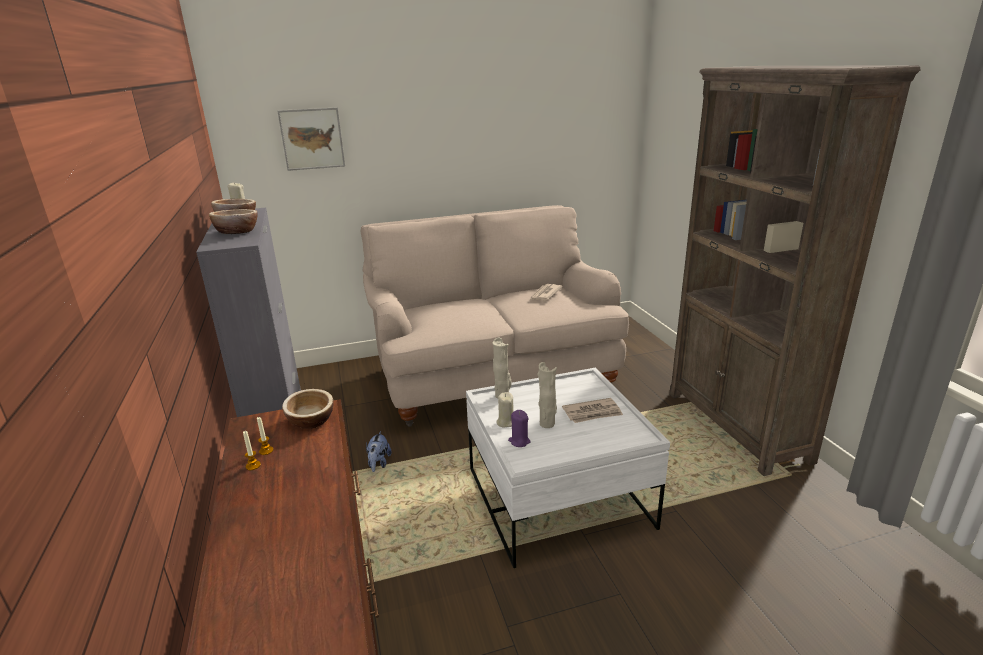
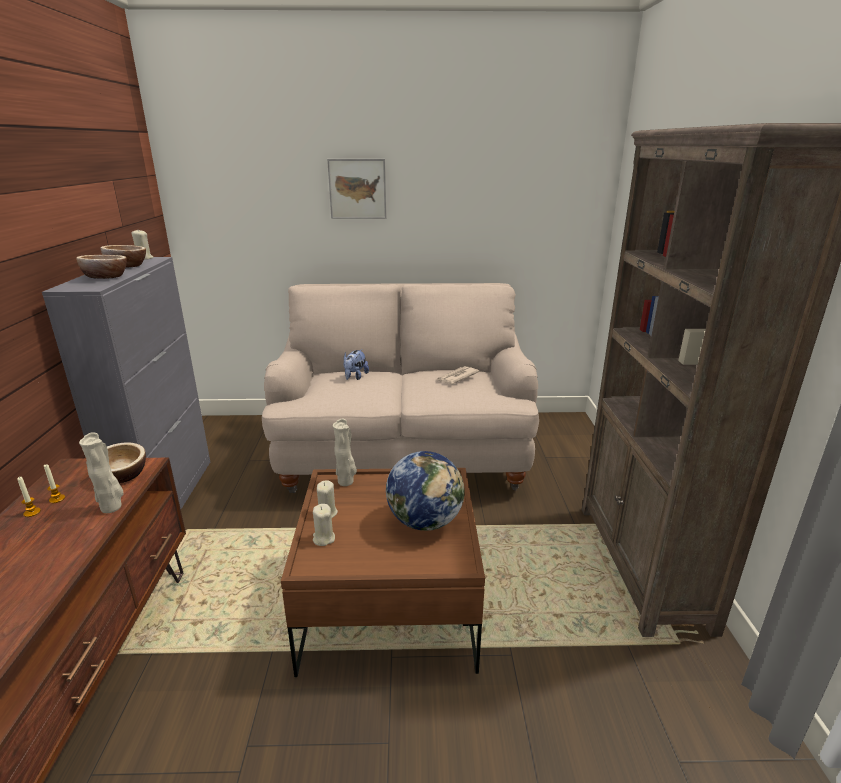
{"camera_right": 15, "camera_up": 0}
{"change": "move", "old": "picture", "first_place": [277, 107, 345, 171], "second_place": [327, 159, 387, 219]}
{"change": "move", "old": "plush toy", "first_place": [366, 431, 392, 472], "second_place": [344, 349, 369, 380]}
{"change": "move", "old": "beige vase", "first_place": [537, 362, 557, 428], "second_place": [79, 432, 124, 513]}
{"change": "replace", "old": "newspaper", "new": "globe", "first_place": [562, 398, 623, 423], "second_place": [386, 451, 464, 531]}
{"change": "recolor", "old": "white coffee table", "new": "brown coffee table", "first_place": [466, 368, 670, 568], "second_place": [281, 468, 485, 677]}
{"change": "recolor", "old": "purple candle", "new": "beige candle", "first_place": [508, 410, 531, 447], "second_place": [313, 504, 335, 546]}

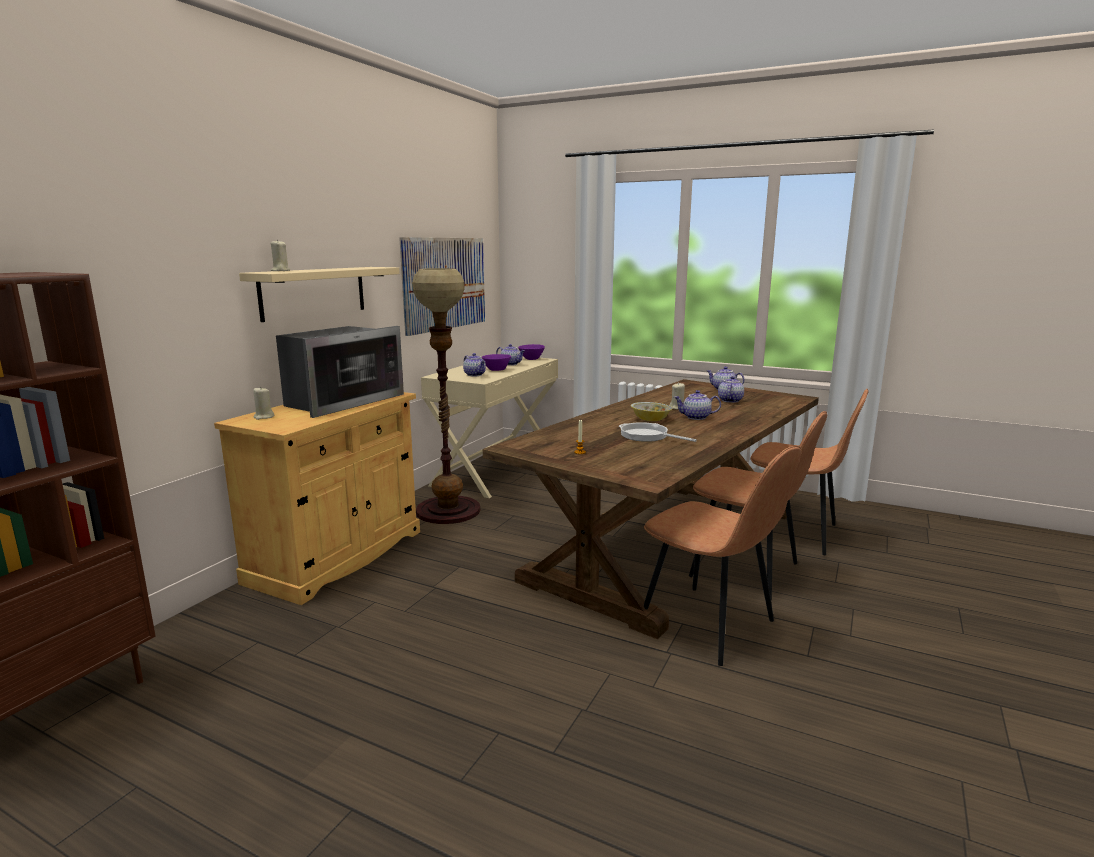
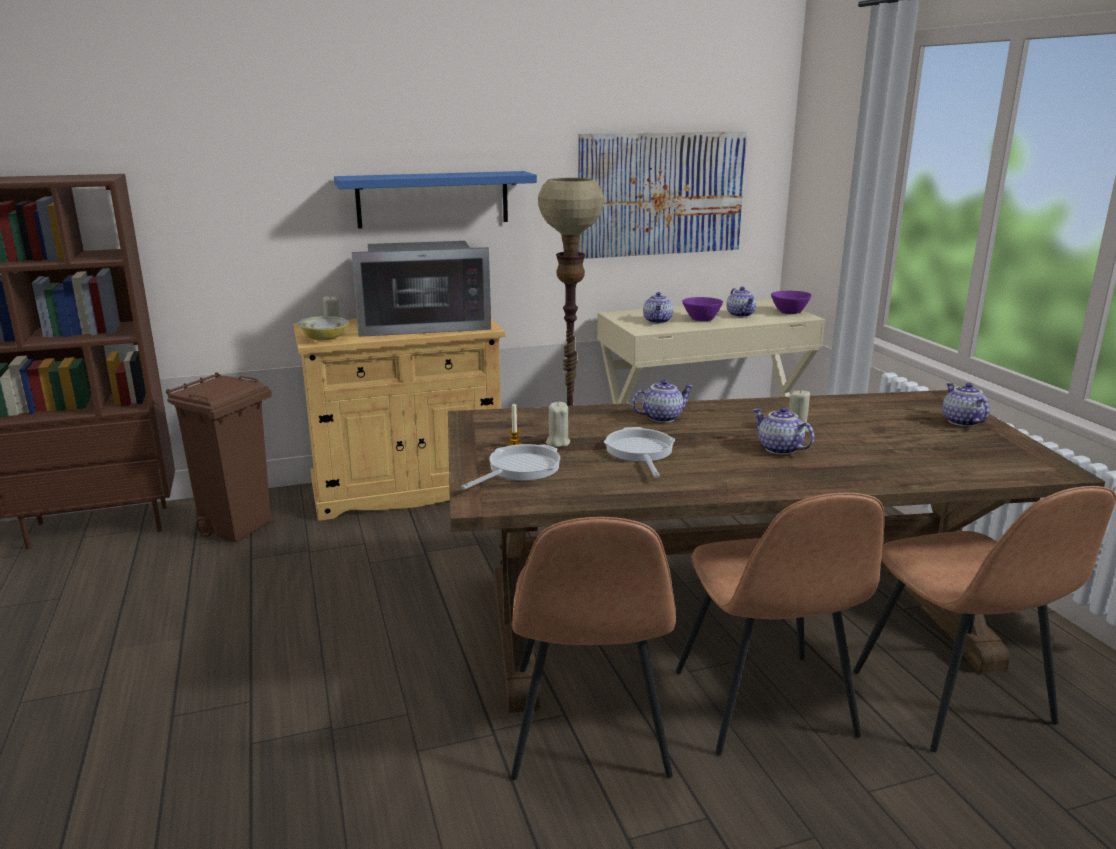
{"camera_right": 45, "camera_up": 5}
{"change": "insert", "new": "brown trash can", "second_place": [166, 373, 272, 542]}
{"change": "insert", "new": "frying pan", "second_place": [461, 444, 560, 490]}
{"change": "move", "old": "beige candle", "first_place": [271, 239, 290, 271], "second_place": [546, 402, 570, 447]}
{"change": "move", "old": "bowl", "first_place": [631, 402, 672, 421], "second_place": [297, 316, 349, 340]}
{"change": "move", "old": "teapot", "first_place": [718, 376, 744, 403], "second_place": [632, 379, 694, 423]}
{"change": "recolor", "old": "beige shelf", "new": "blue shelf", "first_place": [239, 267, 400, 322], "second_place": [334, 171, 537, 229]}

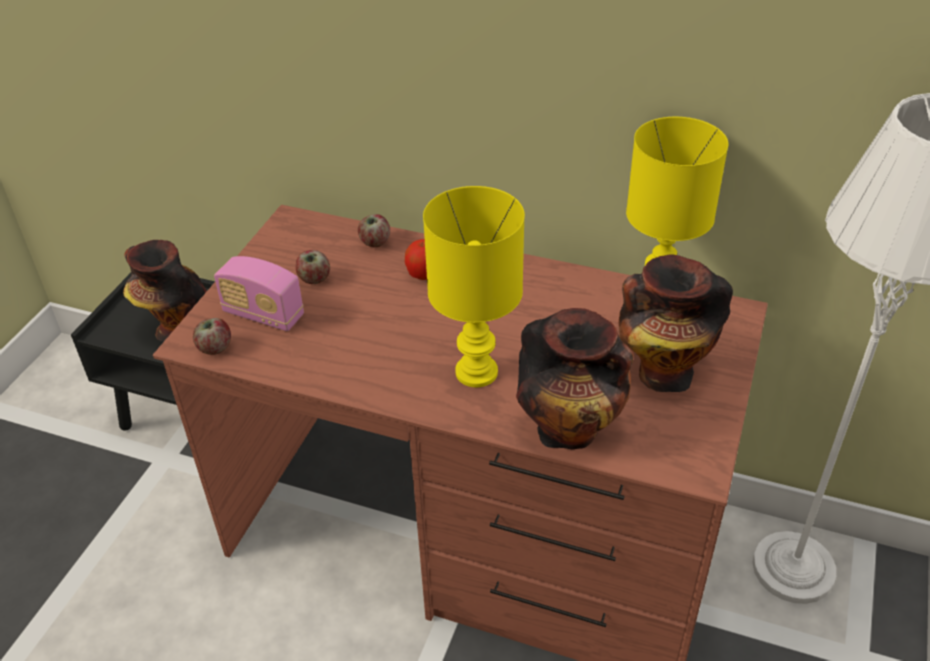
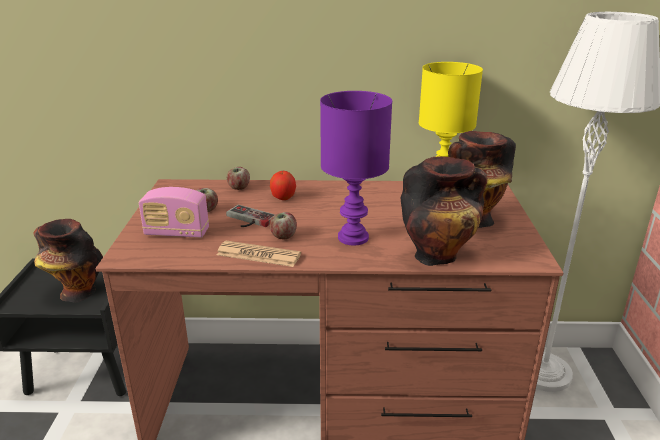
{"camera_right": -20, "camera_up": -15}
{"change": "insert", "new": "newspaper", "second_place": [217, 241, 301, 267]}
{"change": "insert", "new": "game controller", "second_place": [226, 205, 275, 227]}
{"change": "move", "old": "apple", "first_place": [193, 318, 231, 355], "second_place": [269, 212, 297, 240]}
{"change": "recolor", "old": "yellow table lamp", "new": "purple table lamp", "first_place": [423, 186, 525, 387], "second_place": [320, 91, 392, 246]}

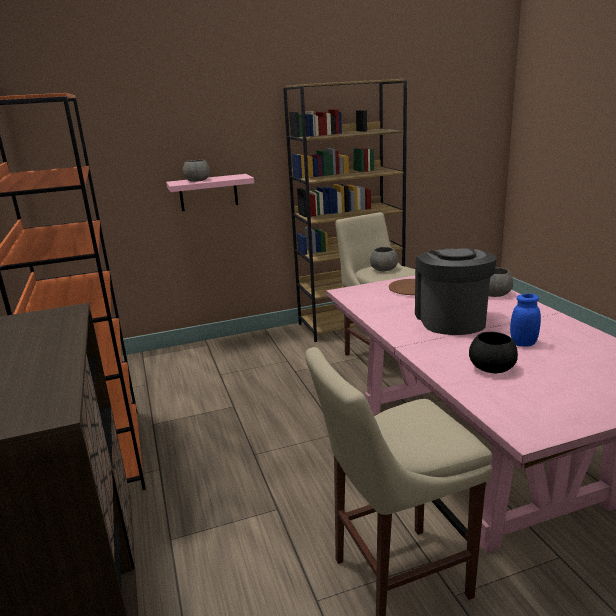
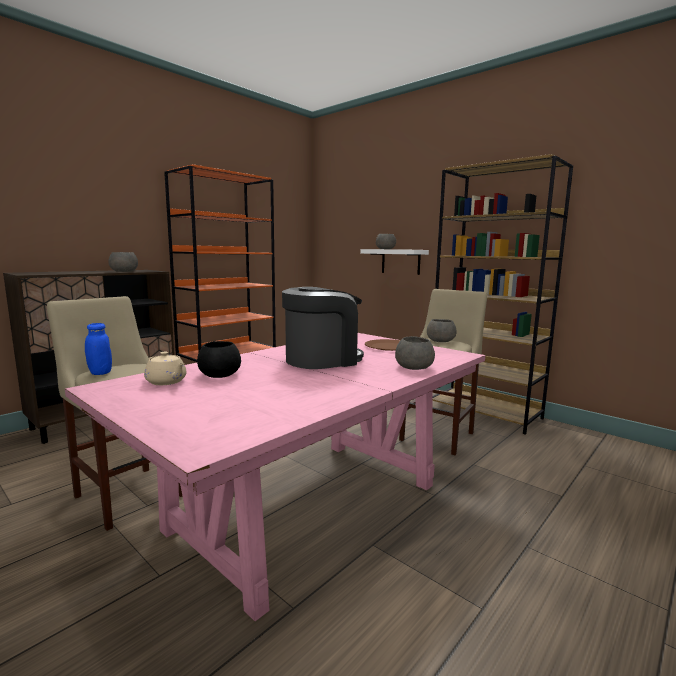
{"camera_right": 60, "camera_up": -10}
{"change": "insert", "new": "grey bowl", "second_place": [108, 252, 138, 272]}
{"change": "insert", "new": "beige teapot", "second_place": [144, 351, 187, 385]}
{"change": "move", "old": "blue jar", "first_place": [510, 294, 541, 347], "second_place": [85, 323, 112, 375]}
{"change": "recolor", "old": "pink shelf", "new": "white shelf", "first_place": [166, 174, 254, 211], "second_place": [360, 249, 429, 275]}

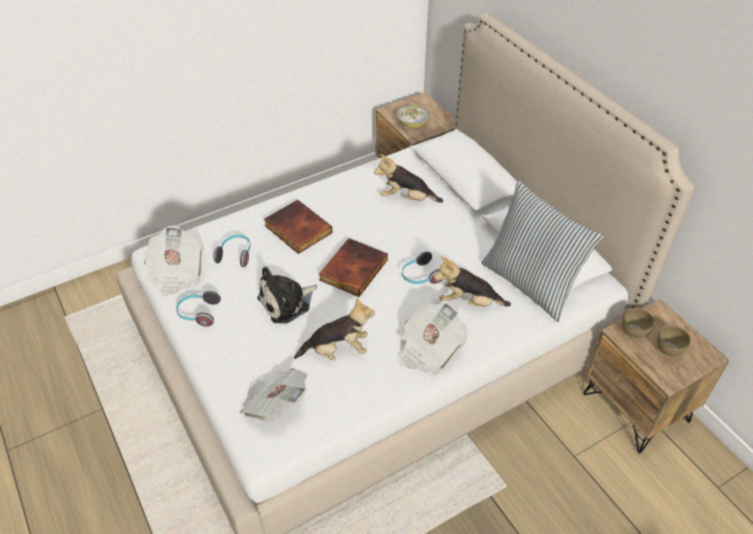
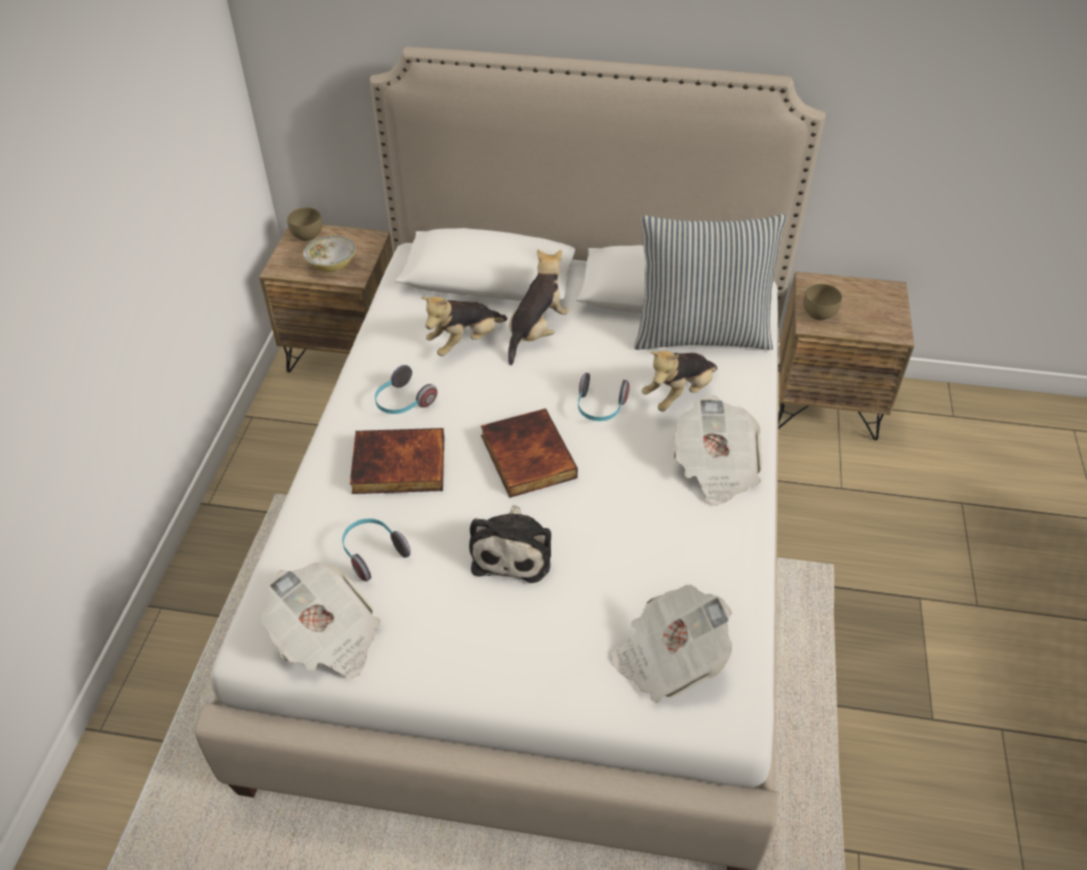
{"camera_right": -50, "camera_up": 0}
{"change": "move", "old": "headphones", "first_place": [176, 291, 221, 327], "second_place": [375, 365, 438, 414]}
{"change": "move", "old": "plush toy", "first_place": [294, 297, 375, 360], "second_place": [508, 249, 569, 365]}
{"change": "move", "old": "brown bowl", "first_place": [657, 326, 690, 357], "second_place": [287, 207, 322, 241]}

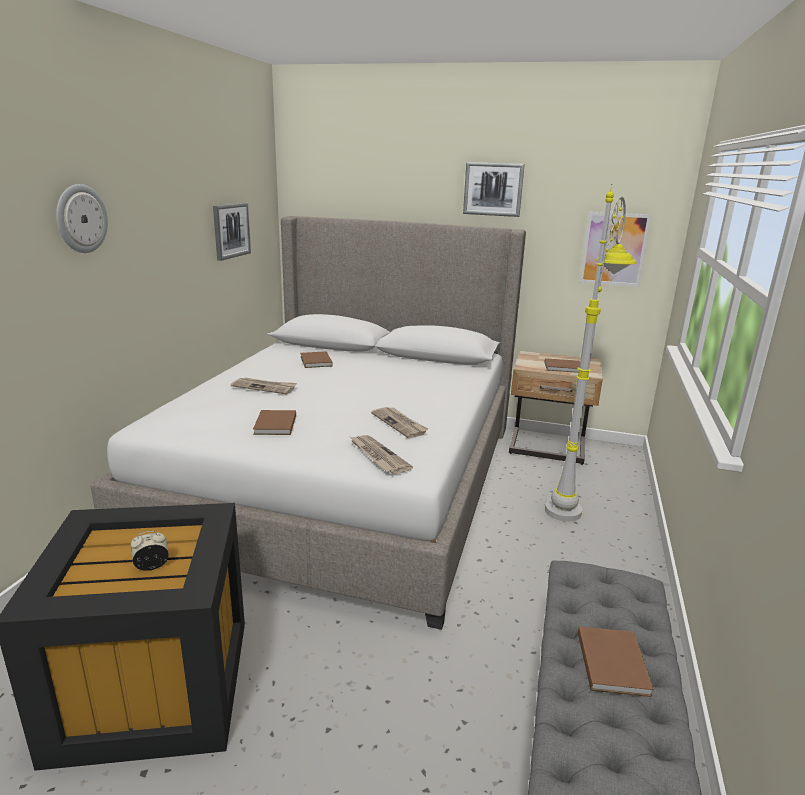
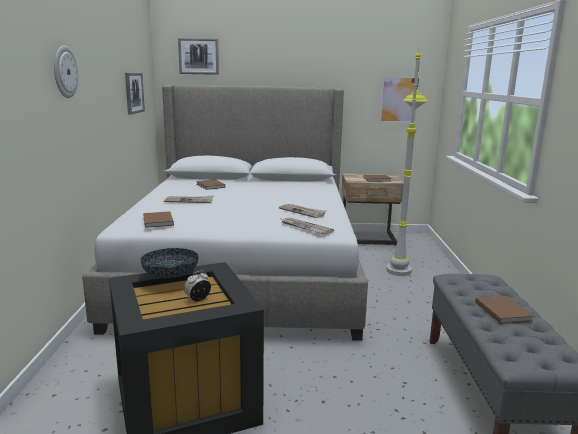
{"camera_right": -15, "camera_up": -5}
{"change": "insert", "new": "bowl", "second_place": [141, 248, 198, 278]}
{"change": "move", "old": "brown book", "first_place": [253, 410, 296, 435], "second_place": [143, 211, 174, 228]}
{"change": "move", "old": "picture", "first_place": [463, 162, 525, 217], "second_place": [178, 38, 219, 75]}

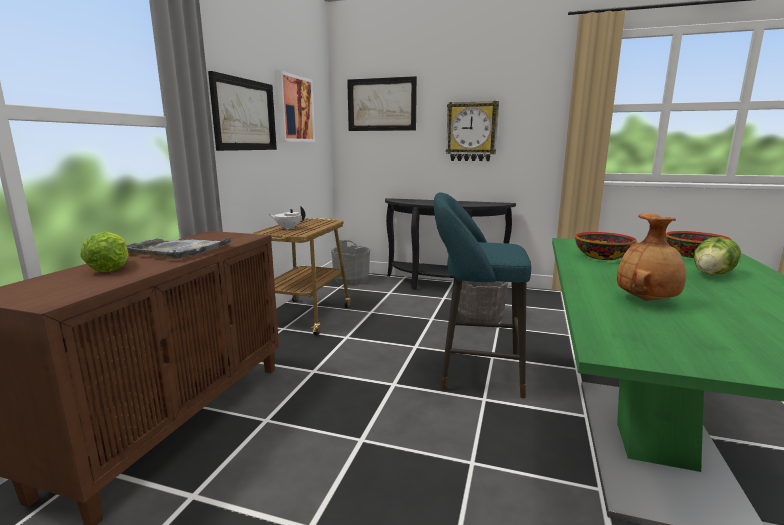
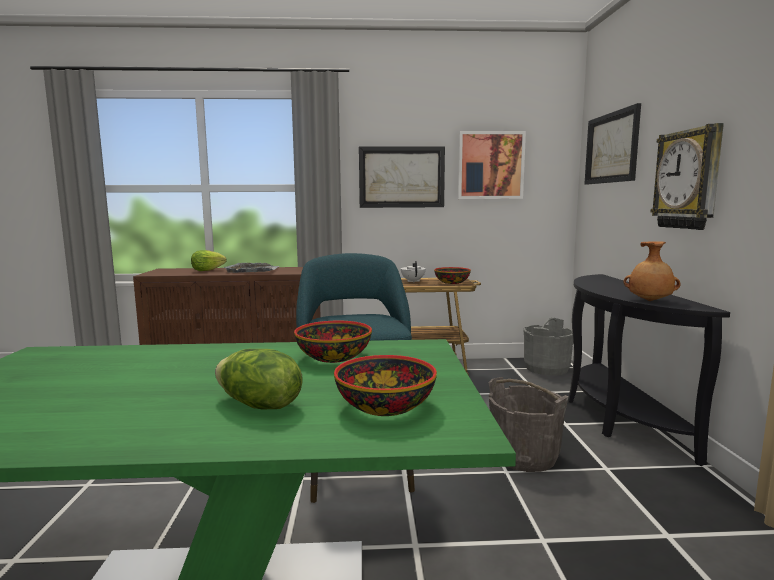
{"camera_right": 70, "camera_up": -5}
{"change": "insert", "new": "bowl", "second_place": [434, 267, 471, 284]}
{"change": "move", "old": "brown vase", "first_place": [617, 213, 686, 301], "second_place": [623, 241, 681, 301]}

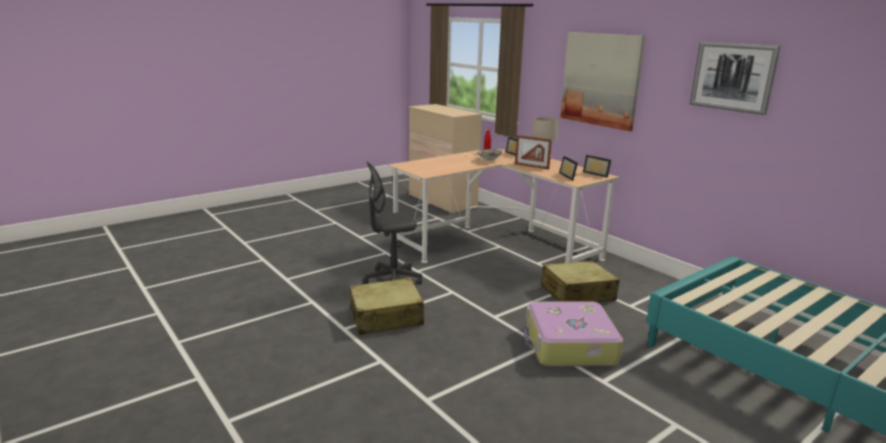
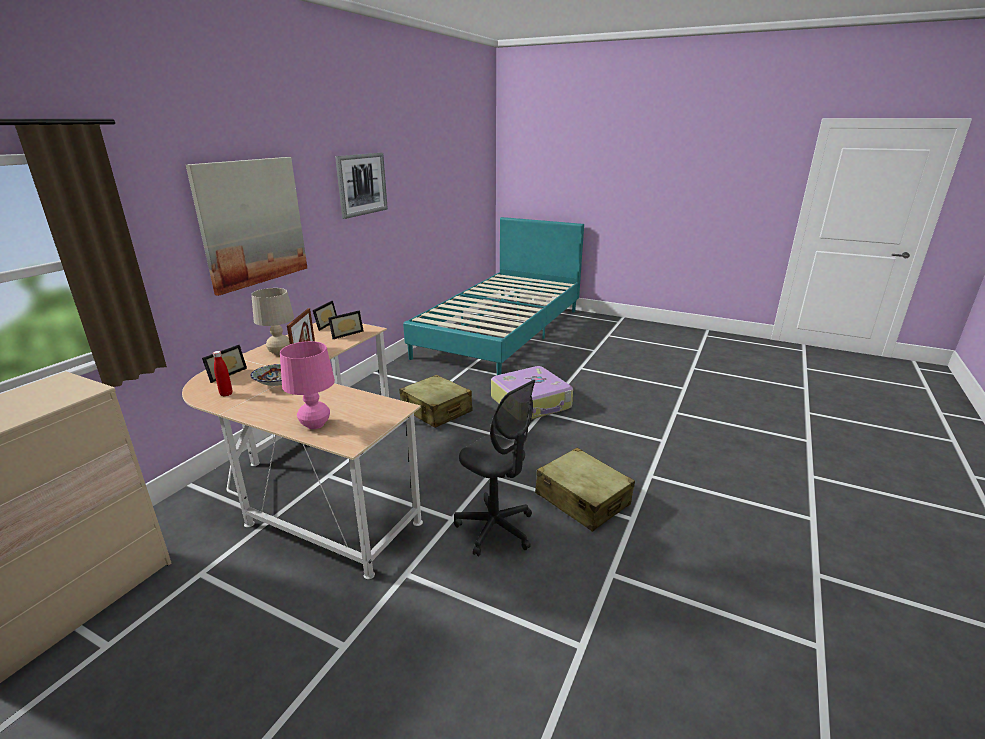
{"camera_right": -115, "camera_up": 5}
{"change": "insert", "new": "pink table lamp", "second_place": [280, 341, 335, 429]}

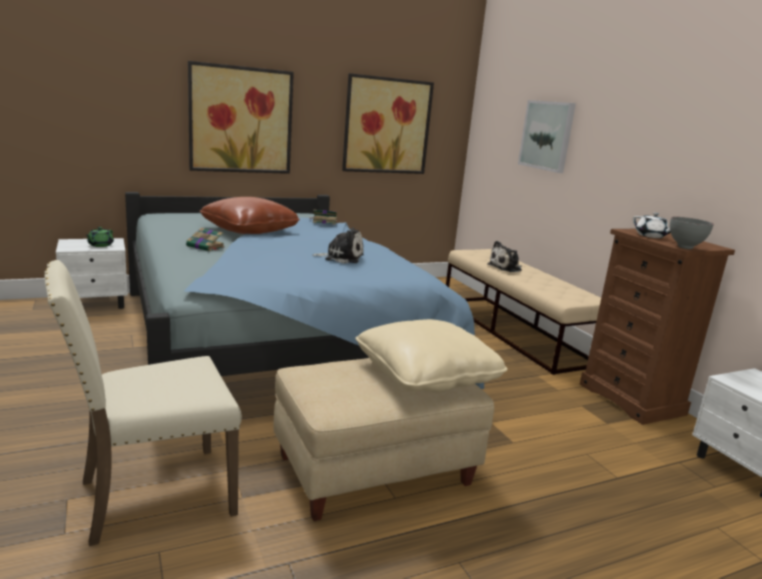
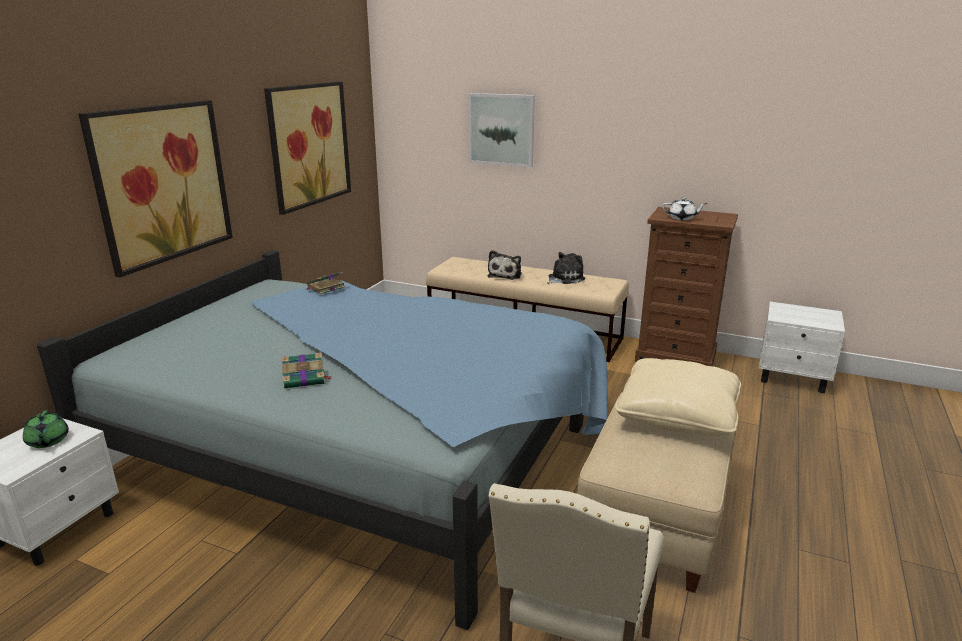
{"camera_right": -40, "camera_up": 5}
{"change": "delete", "old": "brown pillow", "first_place": [200, 197, 300, 234]}
{"change": "delete", "old": "grey bowl", "first_place": [670, 217, 714, 249]}
{"change": "move", "old": "plush toy", "first_place": [312, 227, 364, 264], "second_place": [547, 252, 585, 284]}

